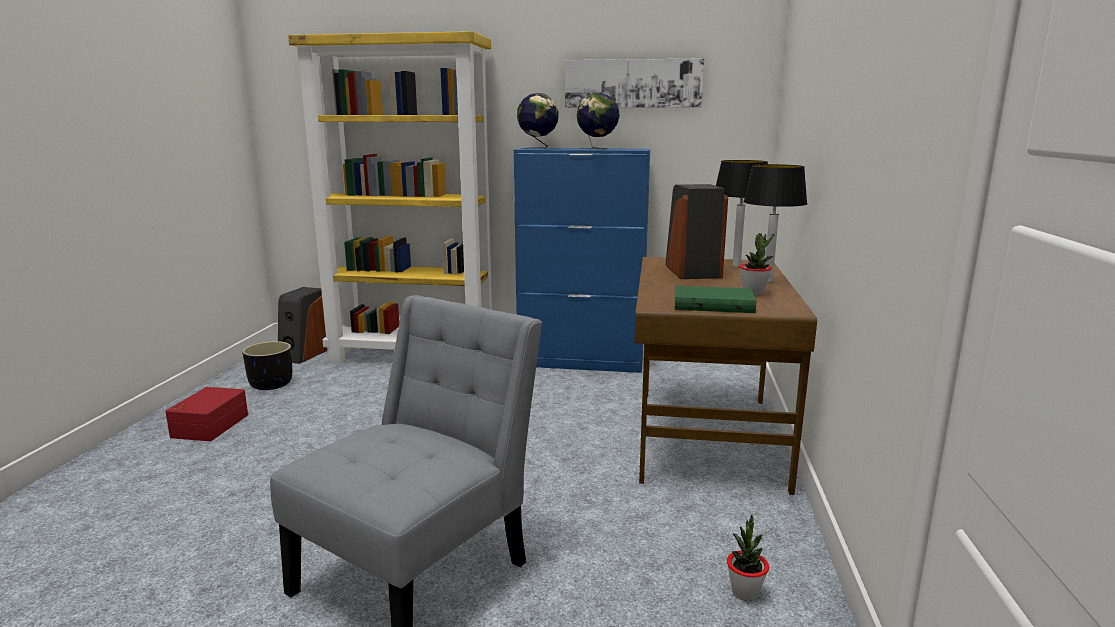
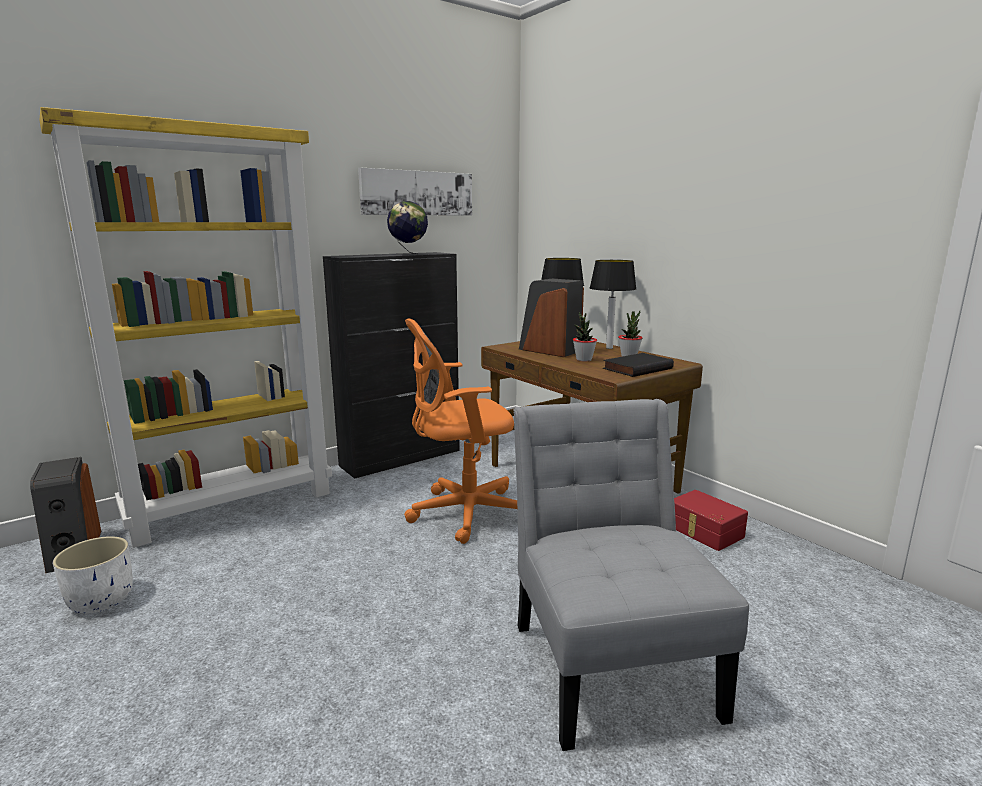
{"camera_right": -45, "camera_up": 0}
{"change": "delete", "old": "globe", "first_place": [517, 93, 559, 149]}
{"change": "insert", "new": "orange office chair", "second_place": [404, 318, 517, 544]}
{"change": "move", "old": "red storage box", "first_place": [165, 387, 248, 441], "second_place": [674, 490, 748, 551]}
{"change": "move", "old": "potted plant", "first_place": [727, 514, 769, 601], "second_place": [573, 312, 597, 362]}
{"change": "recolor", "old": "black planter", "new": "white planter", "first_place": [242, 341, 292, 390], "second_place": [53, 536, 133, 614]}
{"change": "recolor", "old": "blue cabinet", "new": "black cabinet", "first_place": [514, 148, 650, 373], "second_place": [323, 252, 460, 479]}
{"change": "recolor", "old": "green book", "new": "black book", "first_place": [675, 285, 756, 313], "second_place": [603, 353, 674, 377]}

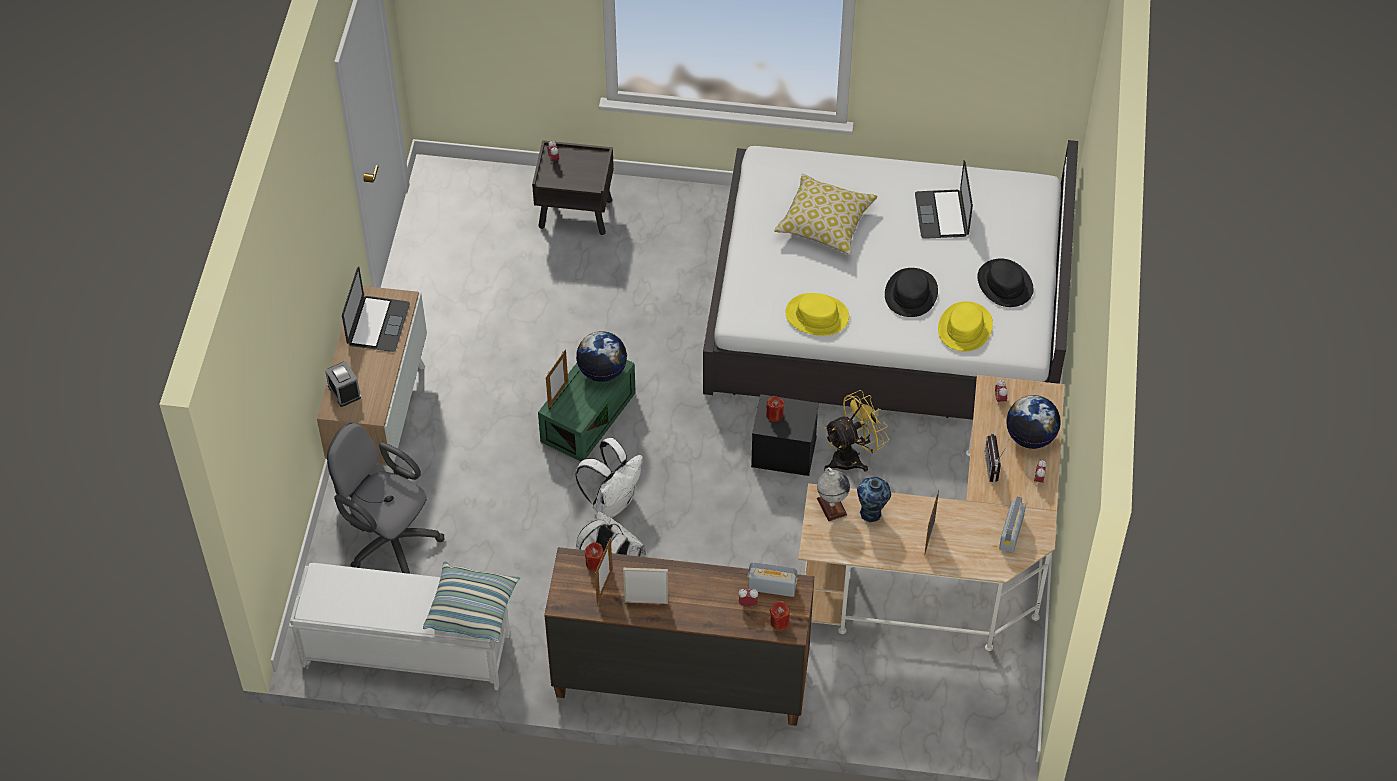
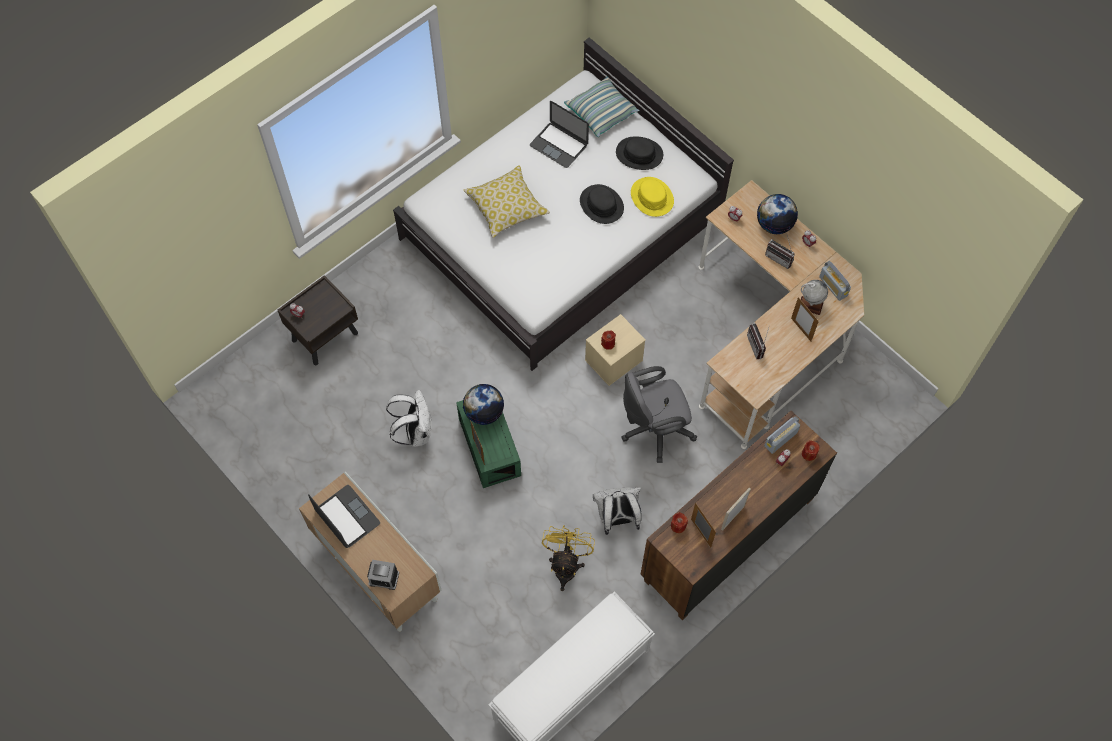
{"camera_right": -50, "camera_up": 10}
{"change": "delete", "old": "yellow hat", "first_place": [786, 293, 849, 336]}
{"change": "move", "old": "grey office chair", "first_place": [327, 423, 444, 574], "second_place": [621, 366, 697, 463]}
{"change": "move", "old": "pillow", "first_place": [423, 562, 520, 643], "second_place": [564, 77, 640, 137]}
{"change": "move", "old": "white backpack", "first_place": [575, 438, 643, 518], "second_place": [386, 390, 431, 447]}
{"change": "move", "old": "globe", "first_place": [817, 467, 850, 521], "second_place": [801, 280, 828, 315]}
{"change": "move", "old": "yellow fan", "first_place": [824, 390, 889, 471], "second_place": [542, 525, 595, 591]}
{"change": "replace", "old": "vase", "new": "radio", "first_place": [857, 477, 891, 522], "second_place": [747, 322, 770, 359]}
{"change": "recolor", "old": "black storage box", "new": "beige storage box", "first_place": [751, 394, 819, 476], "second_place": [585, 314, 646, 386]}

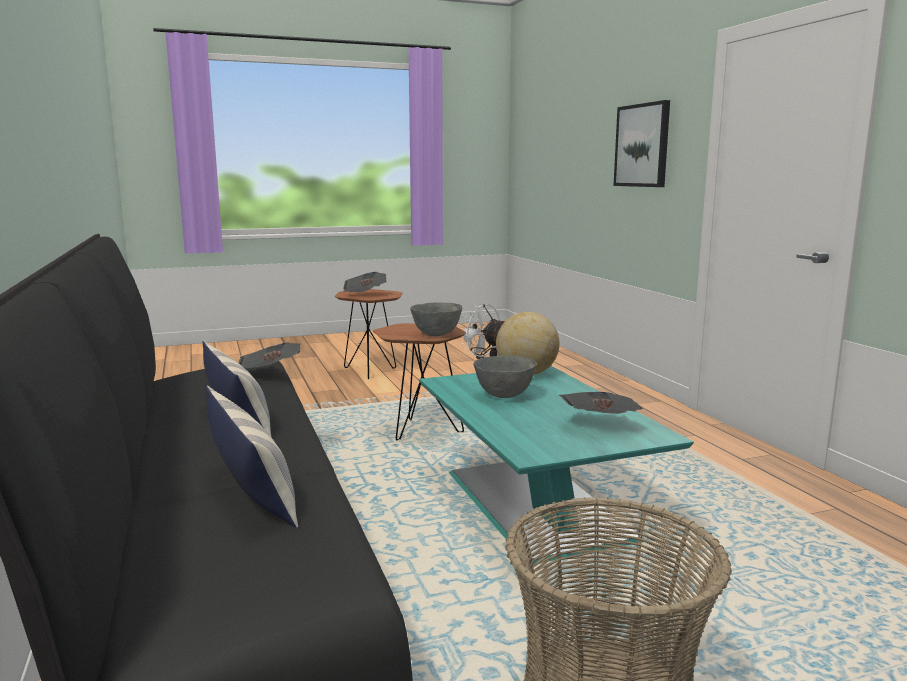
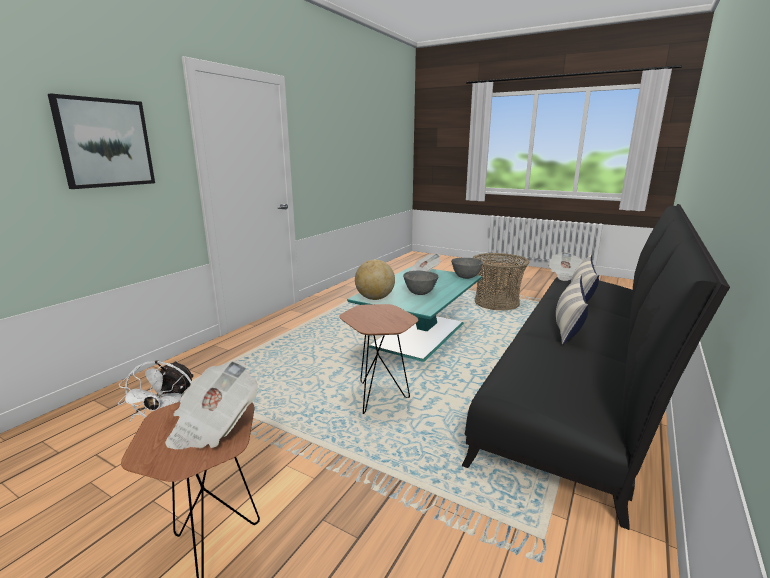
{"camera_right": -130, "camera_up": 5}
{"change": "move", "old": "newspaper", "first_place": [239, 343, 301, 368], "second_place": [548, 252, 583, 281]}
{"change": "move", "old": "grey bowl", "first_place": [410, 302, 463, 336], "second_place": [451, 258, 483, 279]}

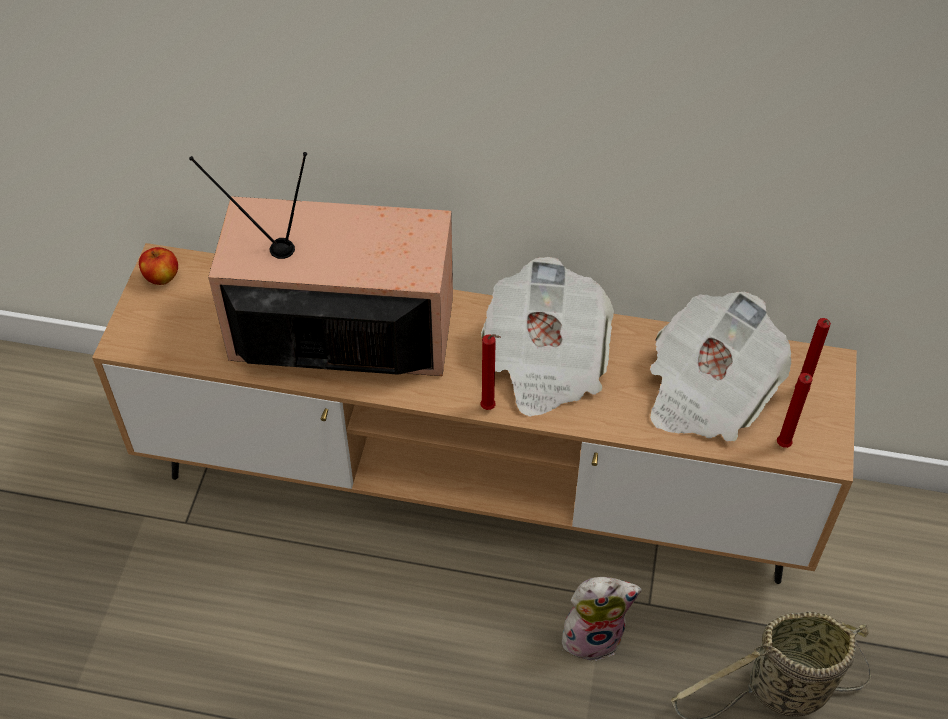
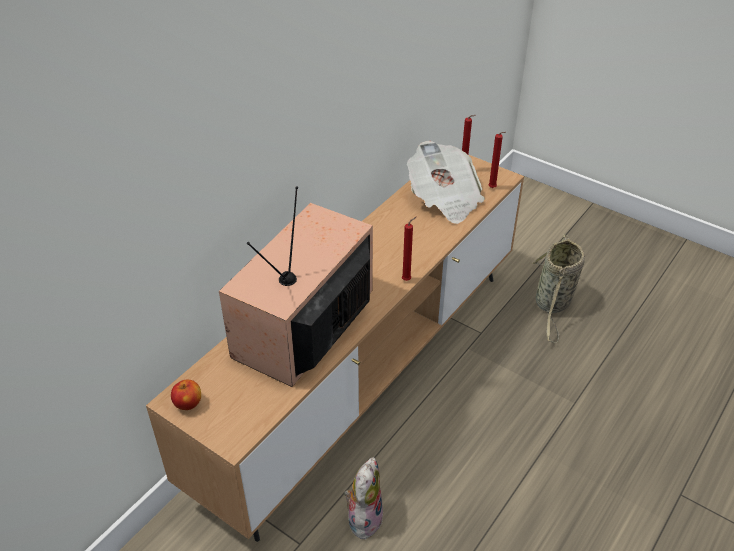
{"camera_right": -65, "camera_up": -10}
{"change": "delete", "old": "newspaper", "first_place": [481, 257, 614, 417]}
{"change": "move", "old": "plush toy", "first_place": [562, 577, 642, 661], "second_place": [344, 457, 383, 539]}

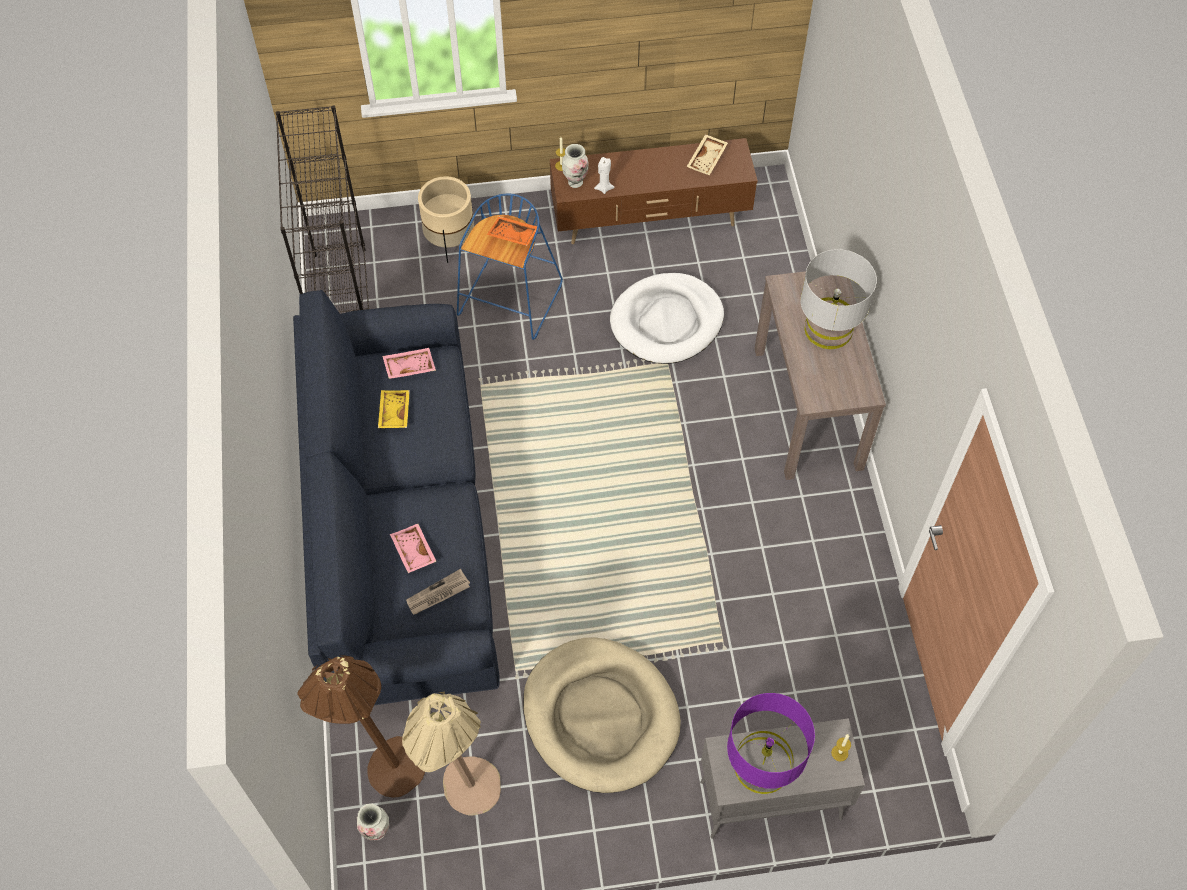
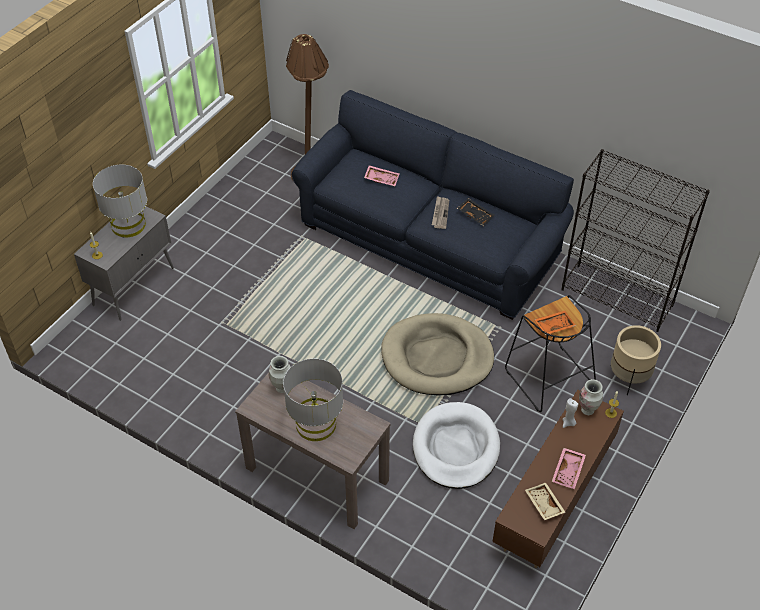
{"camera_right": 130, "camera_up": -10}
{"change": "delete", "old": "beige floor lamp", "first_place": [402, 692, 501, 816]}
{"change": "move", "old": "vase", "first_place": [357, 804, 389, 841], "second_place": [269, 356, 291, 393]}
{"change": "move", "old": "pink tray", "first_place": [382, 348, 436, 379], "second_place": [552, 448, 586, 489]}
{"change": "move", "old": "newspaper", "first_place": [406, 569, 470, 615], "second_place": [432, 196, 449, 229]}
{"change": "move", "old": "beige dog bed", "first_place": [523, 637, 681, 793], "second_place": [381, 313, 494, 395]}
{"change": "recolor", "old": "yellow tray", "new": "black tray", "first_place": [378, 390, 410, 428], "second_place": [457, 198, 494, 226]}
{"change": "recolor", "old": "blue stool", "new": "black stool", "first_place": [457, 194, 563, 340], "second_place": [505, 295, 596, 412]}
{"change": "recolor", "old": "purple table lamp", "new": "grey table lamp", "first_place": [727, 693, 815, 794], "second_place": [93, 165, 147, 237]}

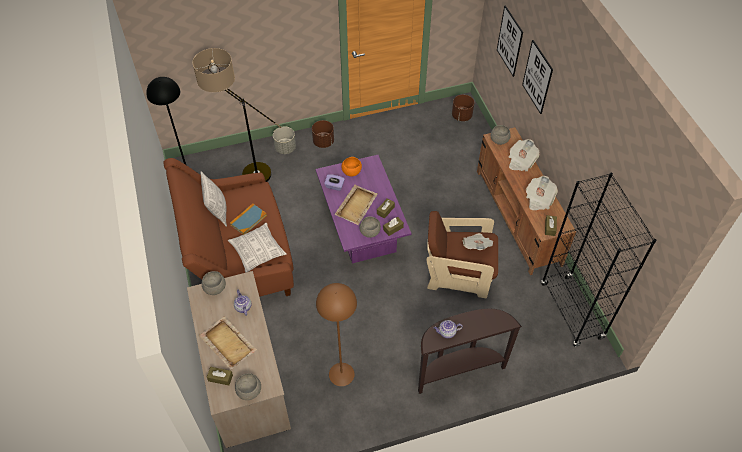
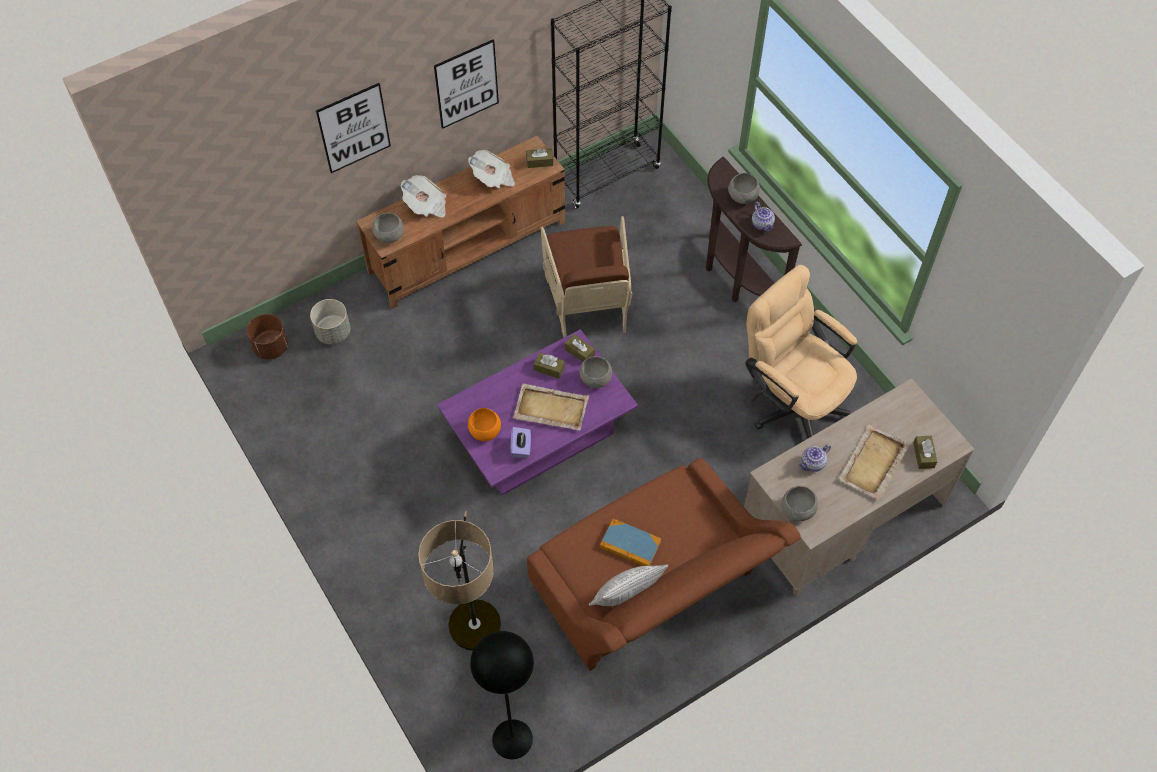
{"camera_right": -105, "camera_up": 5}
{"change": "delete", "old": "pillow", "first_place": [228, 223, 286, 272]}
{"change": "delete", "old": "brown planter", "first_place": [312, 120, 334, 148]}
{"change": "delete", "old": "newspaper", "first_place": [463, 233, 493, 250]}
{"change": "move", "old": "grey bowl", "first_place": [235, 373, 261, 400], "second_place": [728, 173, 760, 204]}
{"change": "move", "old": "grey planter", "first_place": [273, 126, 296, 154], "second_place": [310, 299, 350, 344]}
{"change": "move", "old": "picture", "first_place": [497, 5, 523, 77], "second_place": [434, 39, 499, 129]}
{"change": "replace", "old": "brown floor lamp", "new": "beige office chair", "first_place": [316, 283, 357, 386], "second_place": [745, 265, 857, 438]}

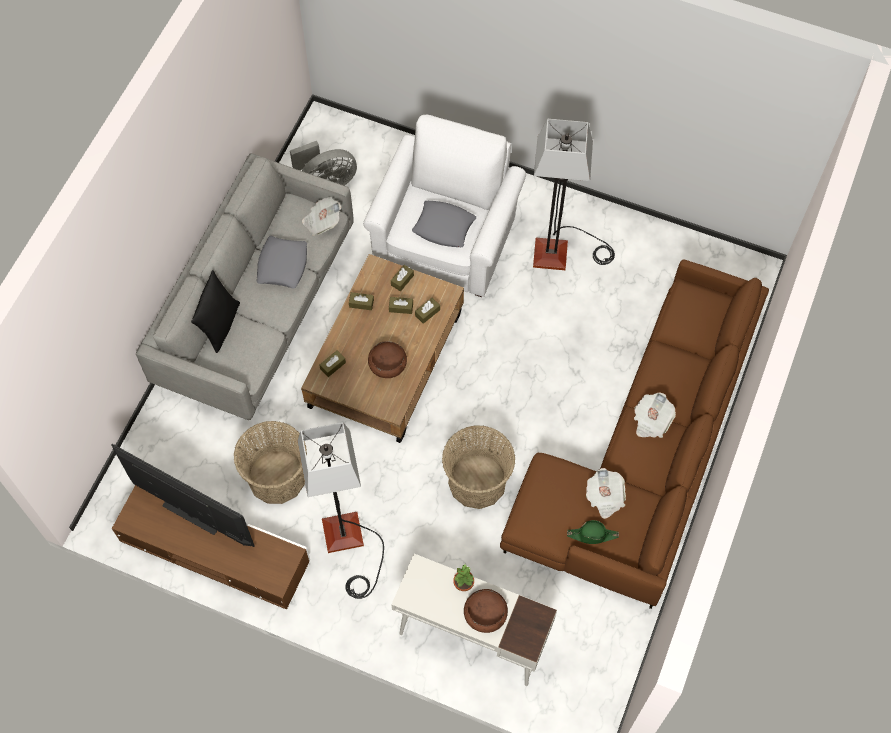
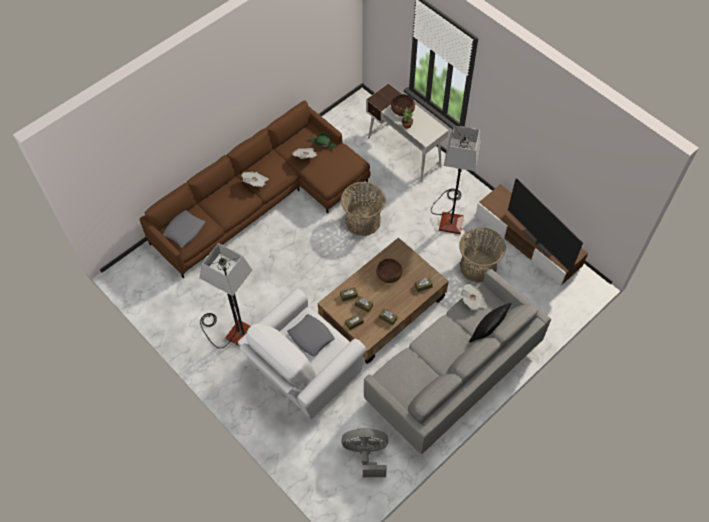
{"camera_right": -155, "camera_up": -5}
{"change": "move", "old": "grey pillow", "first_place": [257, 236, 307, 289], "second_place": [163, 210, 205, 247]}
{"change": "move", "old": "newspaper", "first_place": [302, 197, 341, 236], "second_place": [460, 284, 487, 310]}

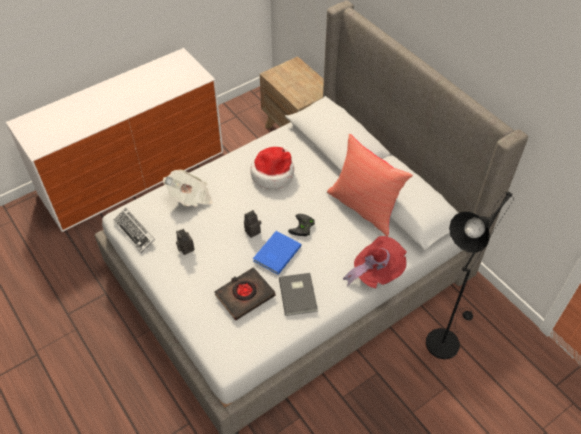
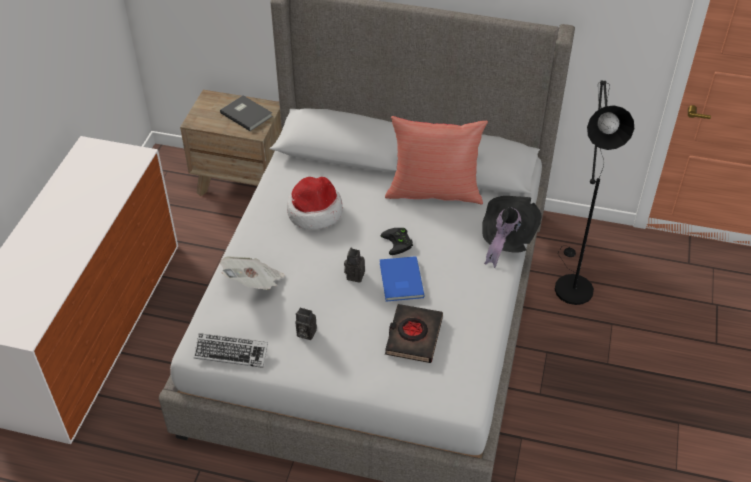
{"camera_right": -40, "camera_up": -5}
{"change": "move", "old": "grey book", "first_place": [279, 273, 318, 316], "second_place": [220, 96, 273, 131]}
{"change": "recolor", "old": "red hat", "new": "black hat", "first_place": [343, 236, 407, 288], "second_place": [482, 196, 541, 268]}

